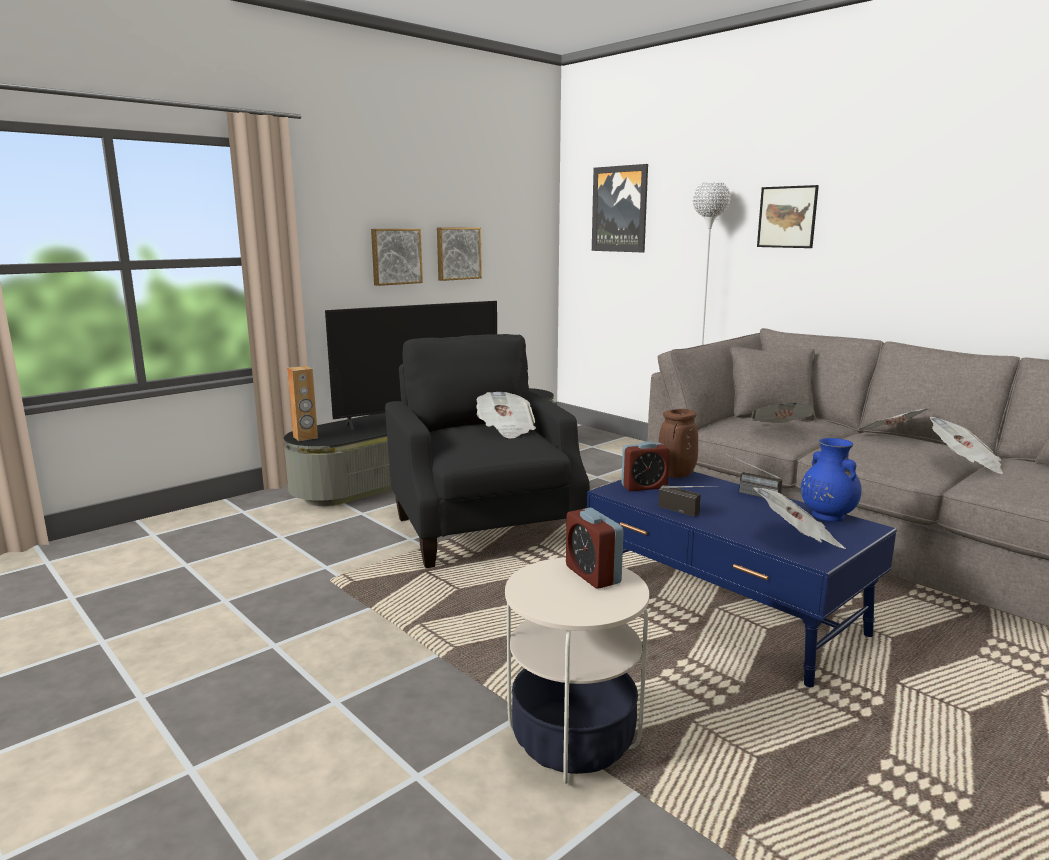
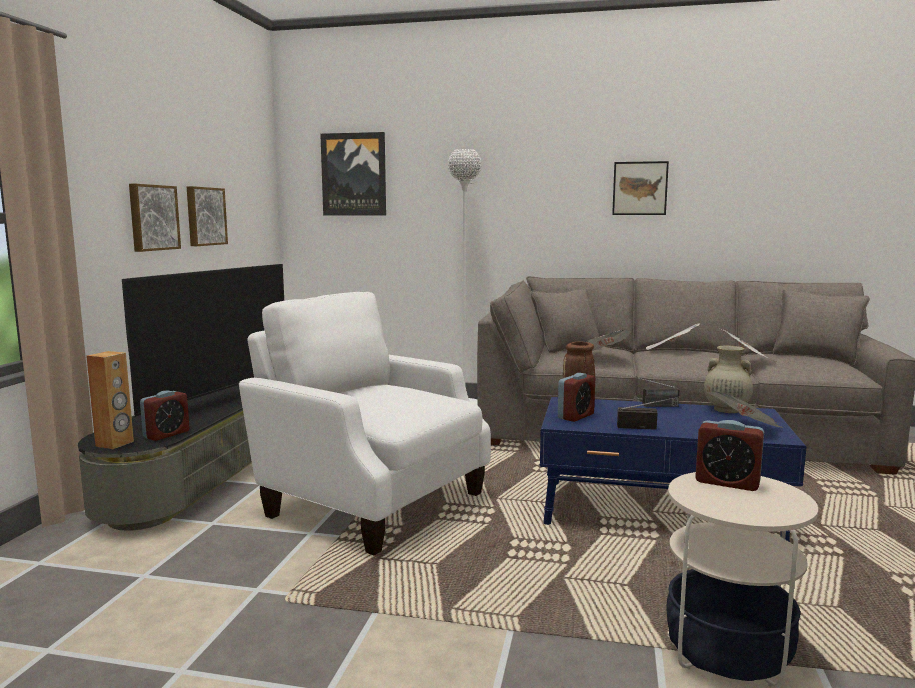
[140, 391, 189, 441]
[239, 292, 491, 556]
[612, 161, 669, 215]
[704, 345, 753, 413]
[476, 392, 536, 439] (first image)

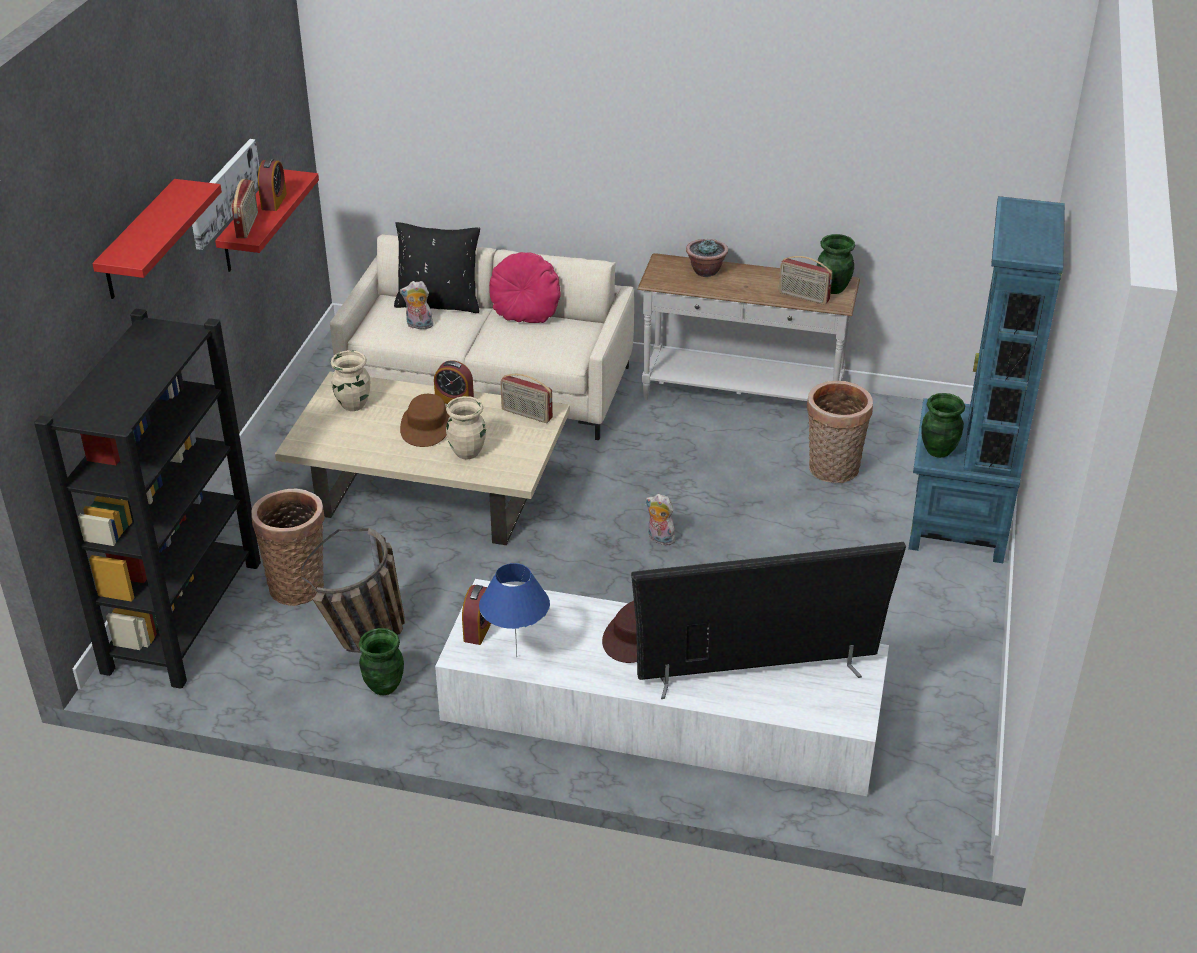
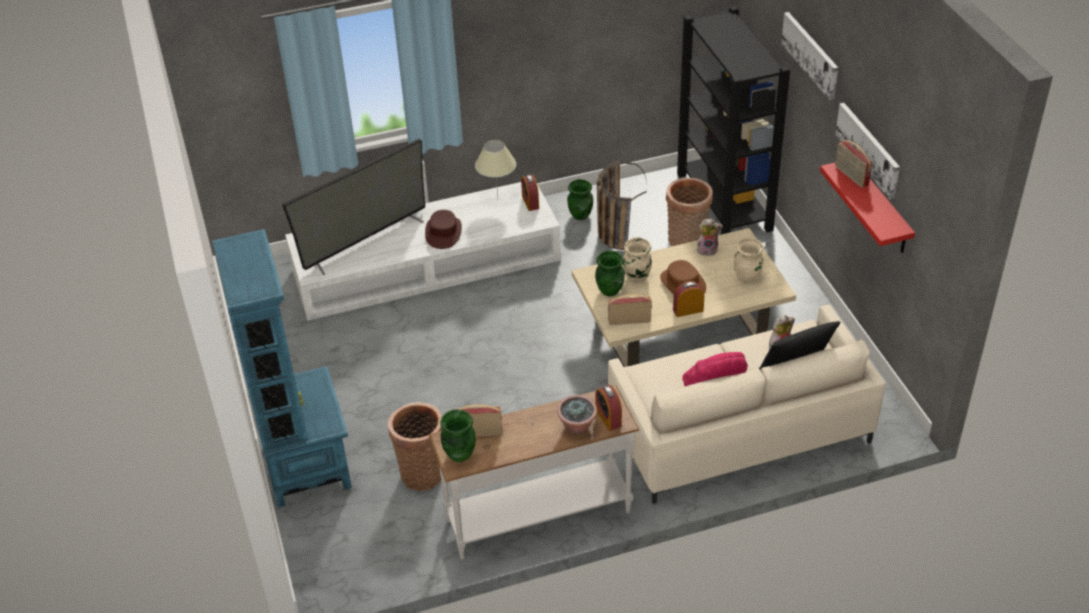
[475, 140, 516, 195]
[595, 251, 625, 296]
[595, 385, 622, 431]
[697, 219, 723, 256]
[781, 12, 838, 100]

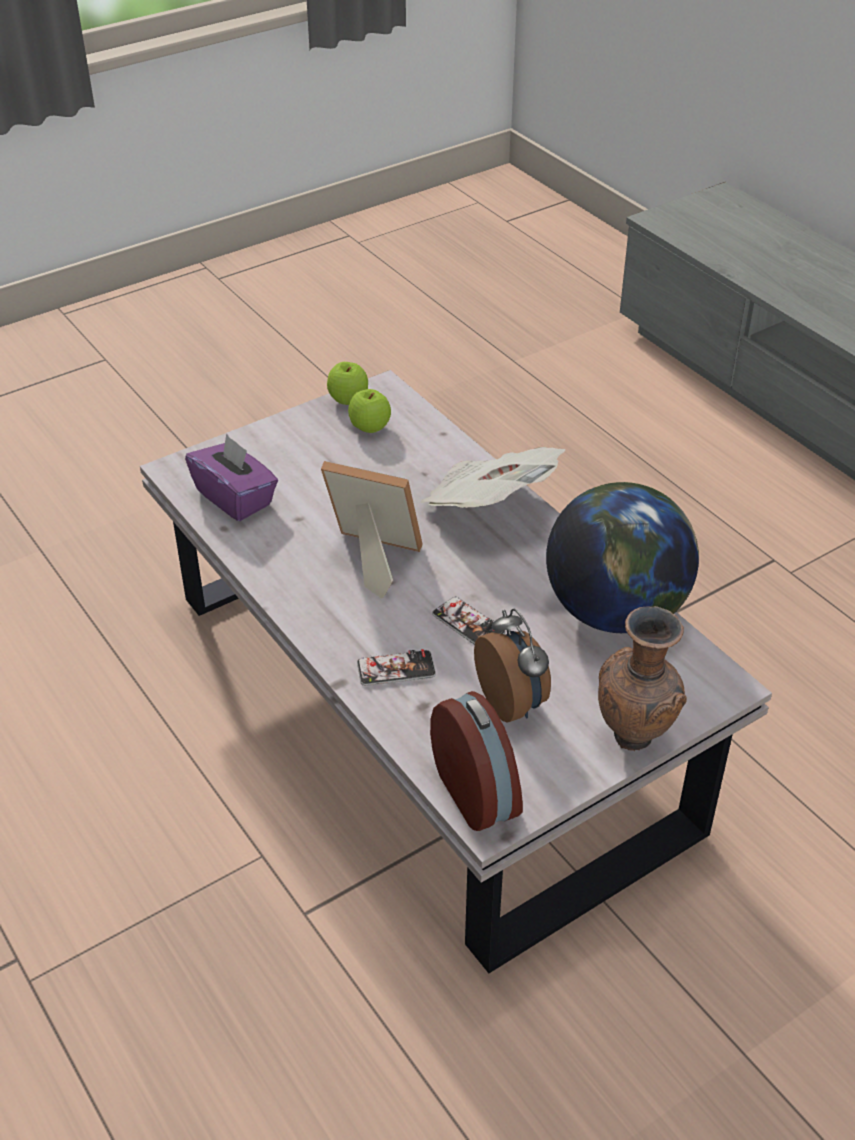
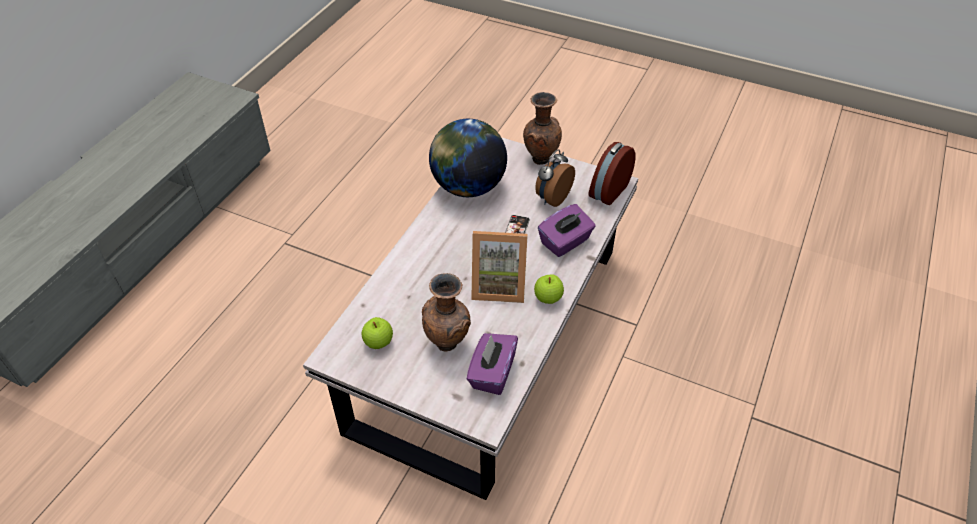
[422, 273, 471, 352]
[471, 231, 528, 303]
[534, 275, 564, 304]
[538, 204, 596, 257]
[420, 447, 566, 508] (first image)

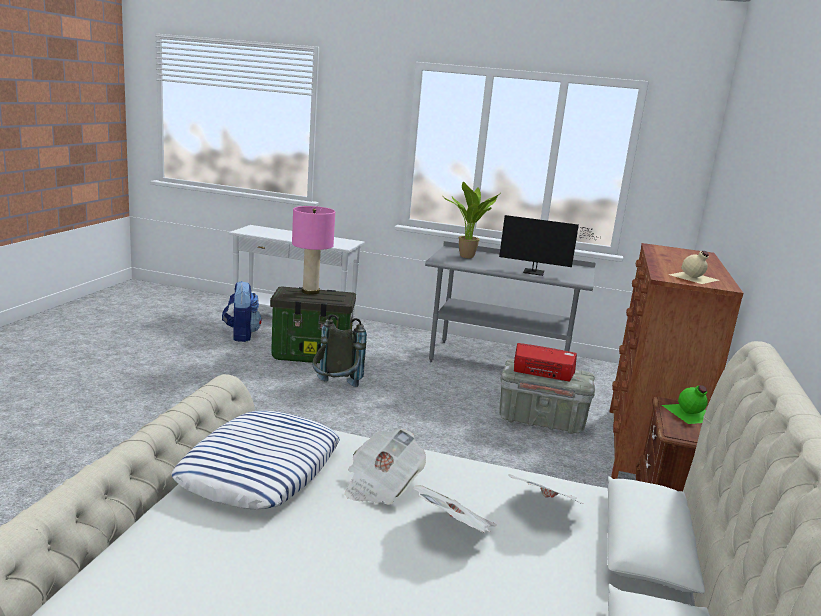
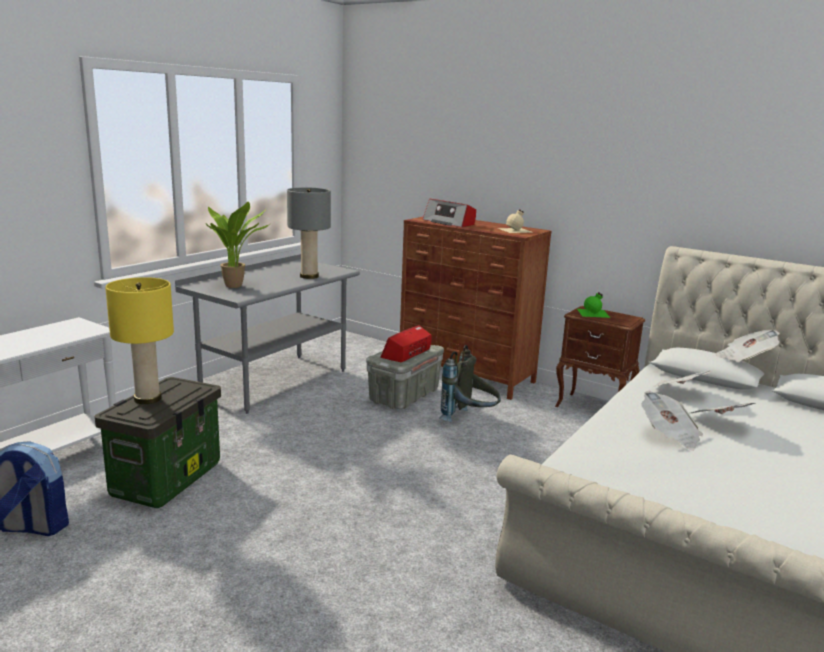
[105, 277, 174, 404]
[287, 187, 331, 279]
[422, 199, 476, 227]
[439, 345, 501, 422]
[716, 330, 780, 362]
[171, 411, 340, 510] (first image)

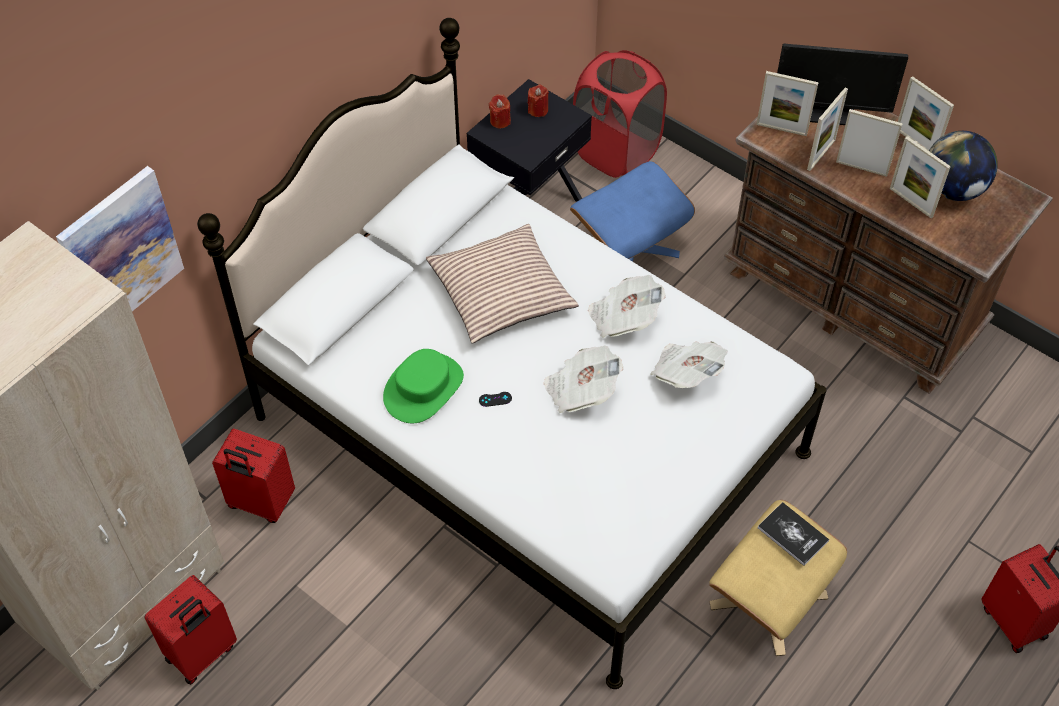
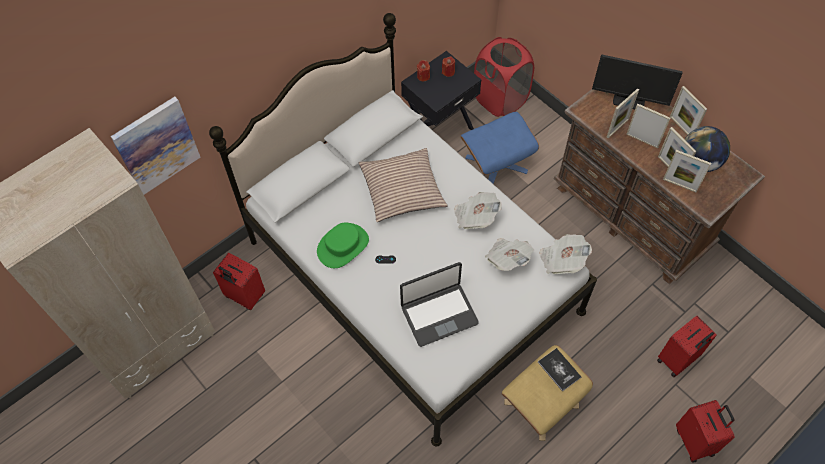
[400, 262, 478, 347]
[539, 234, 592, 274]
[658, 316, 717, 377]
[663, 150, 712, 193]

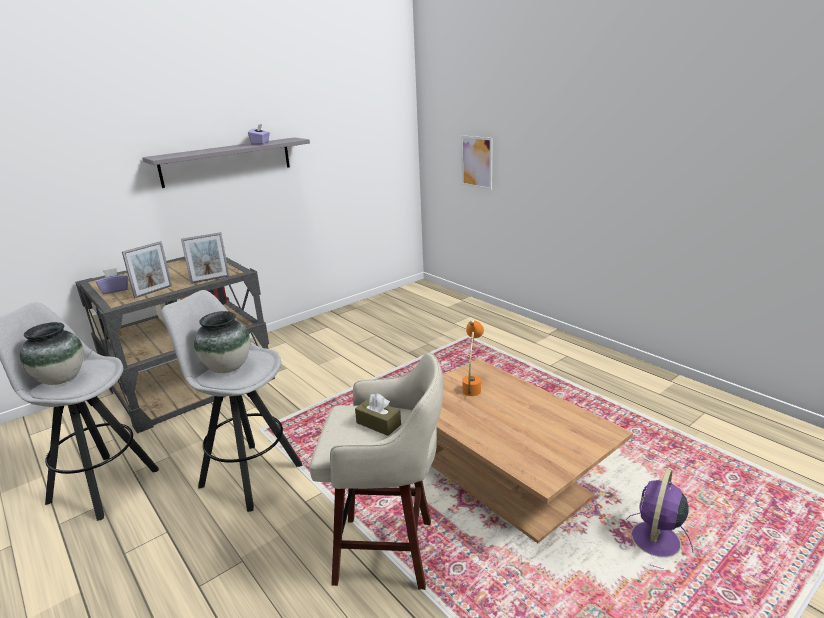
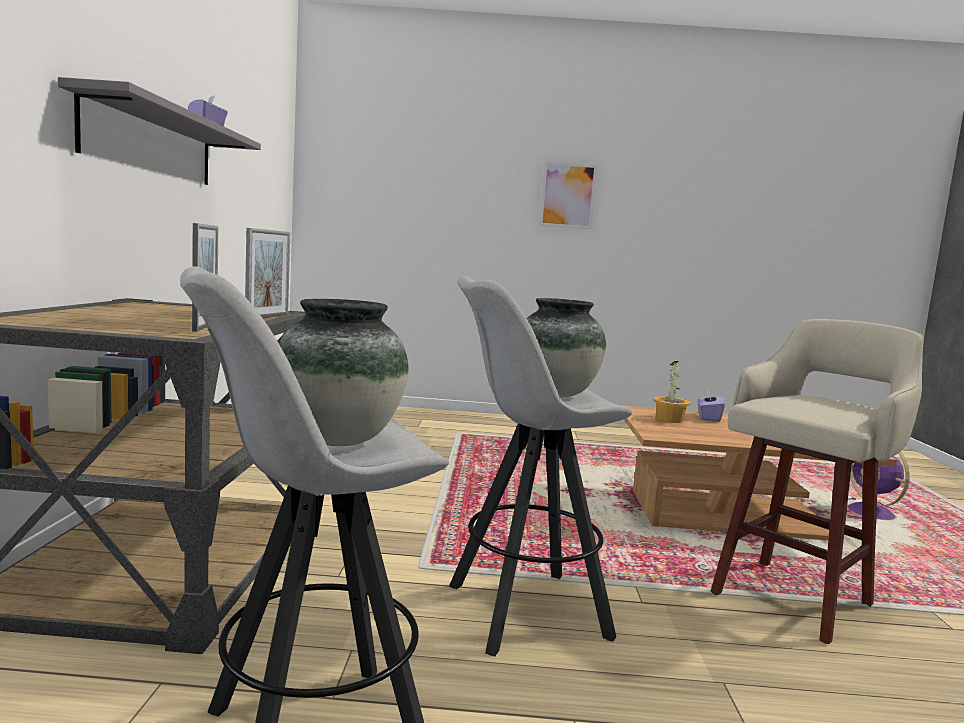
[539, 161, 597, 229]
[653, 361, 690, 423]
[697, 389, 725, 422]
[355, 393, 401, 436] (first image)

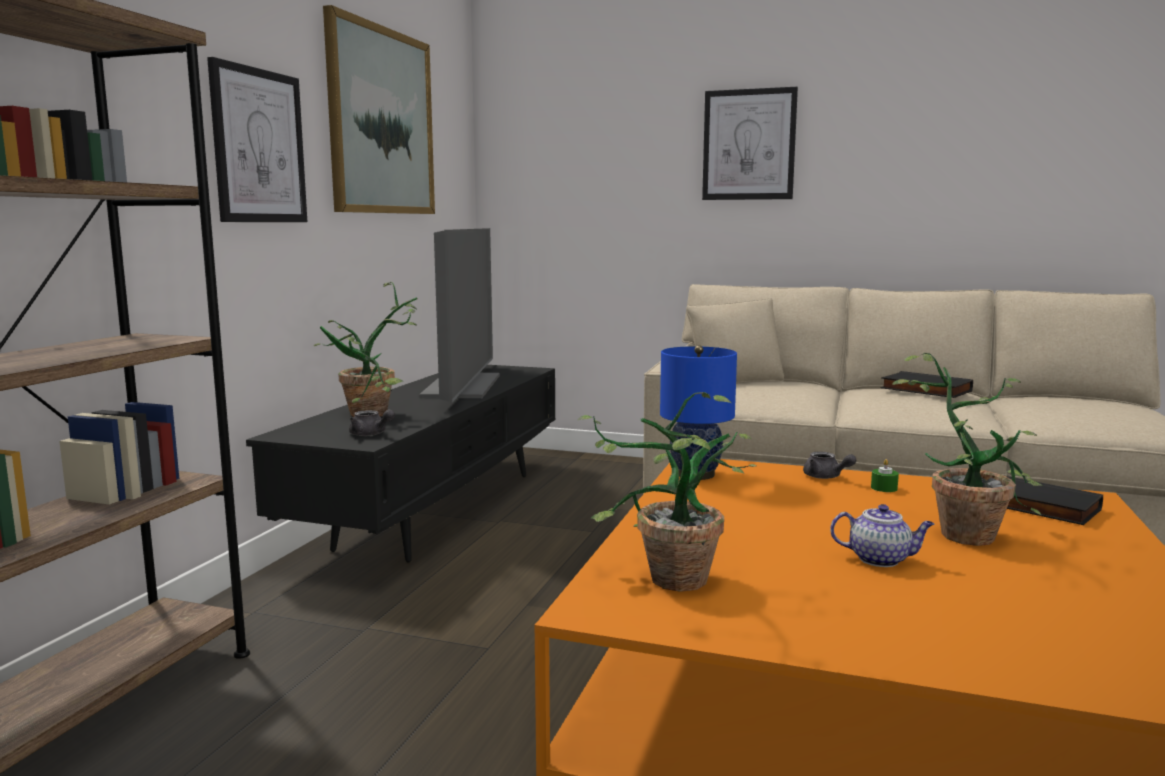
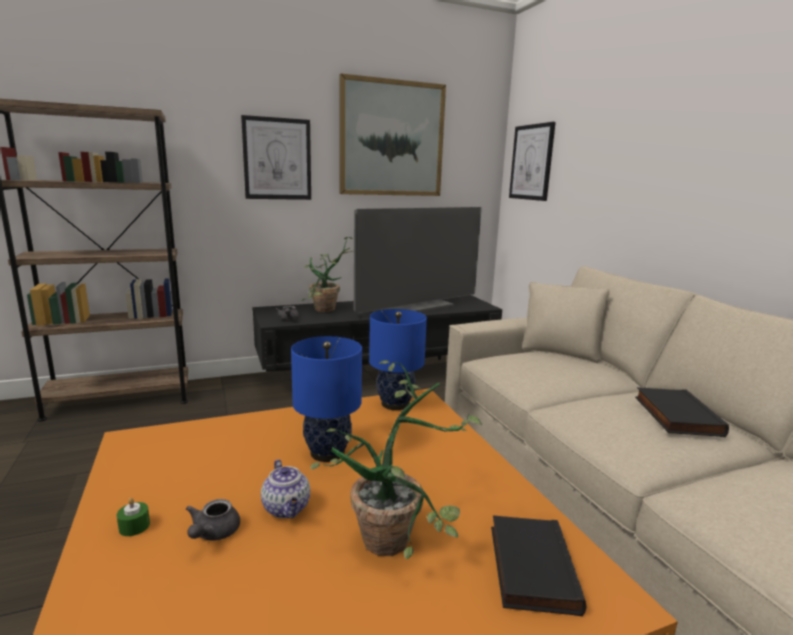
[117, 498, 150, 536]
[186, 499, 240, 541]
[291, 336, 362, 462]
[509, 122, 556, 201]
[577, 392, 757, 592] (first image)

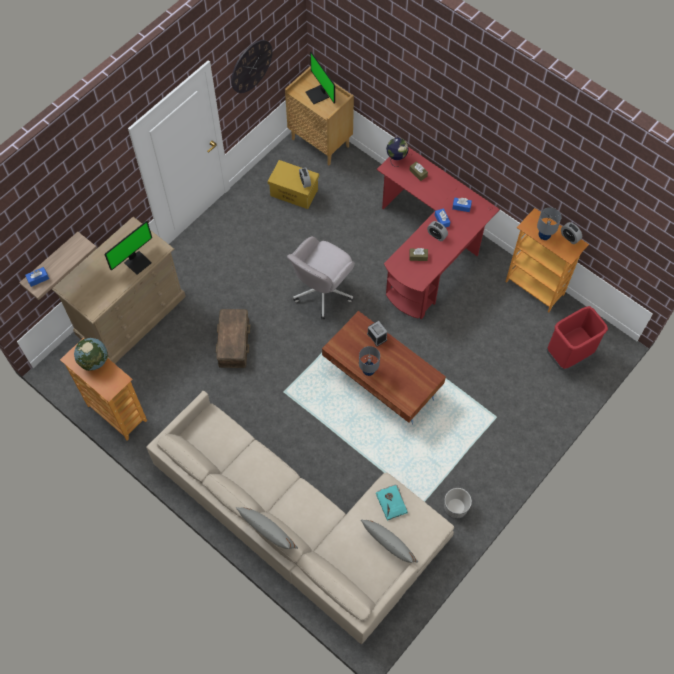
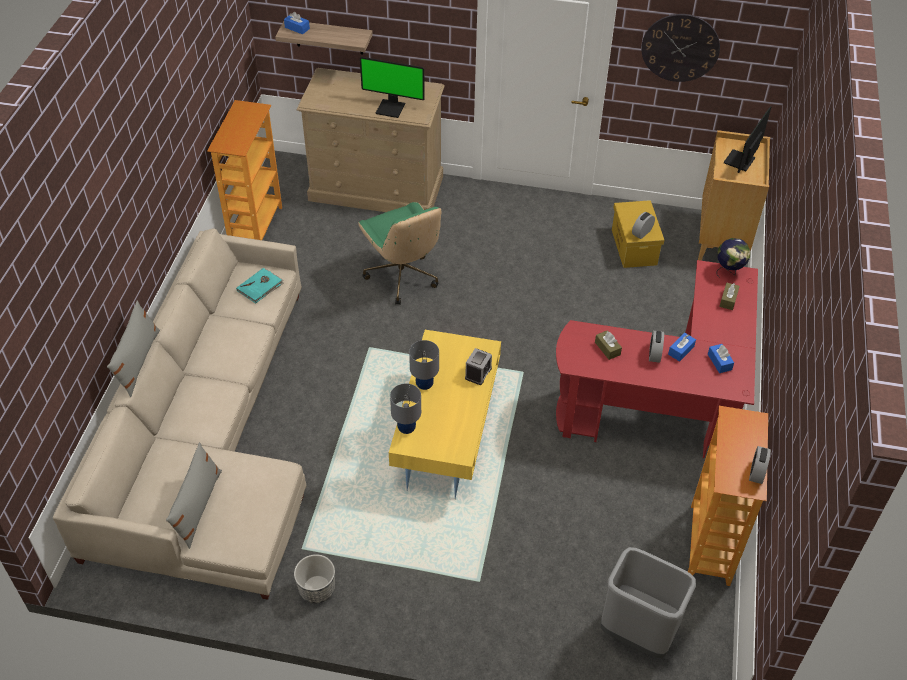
[236, 268, 284, 303]
[358, 202, 441, 305]
[389, 330, 501, 499]
[390, 383, 421, 434]
[600, 547, 696, 658]
[74, 338, 108, 371] (first image)
[287, 236, 355, 319] (first image)

